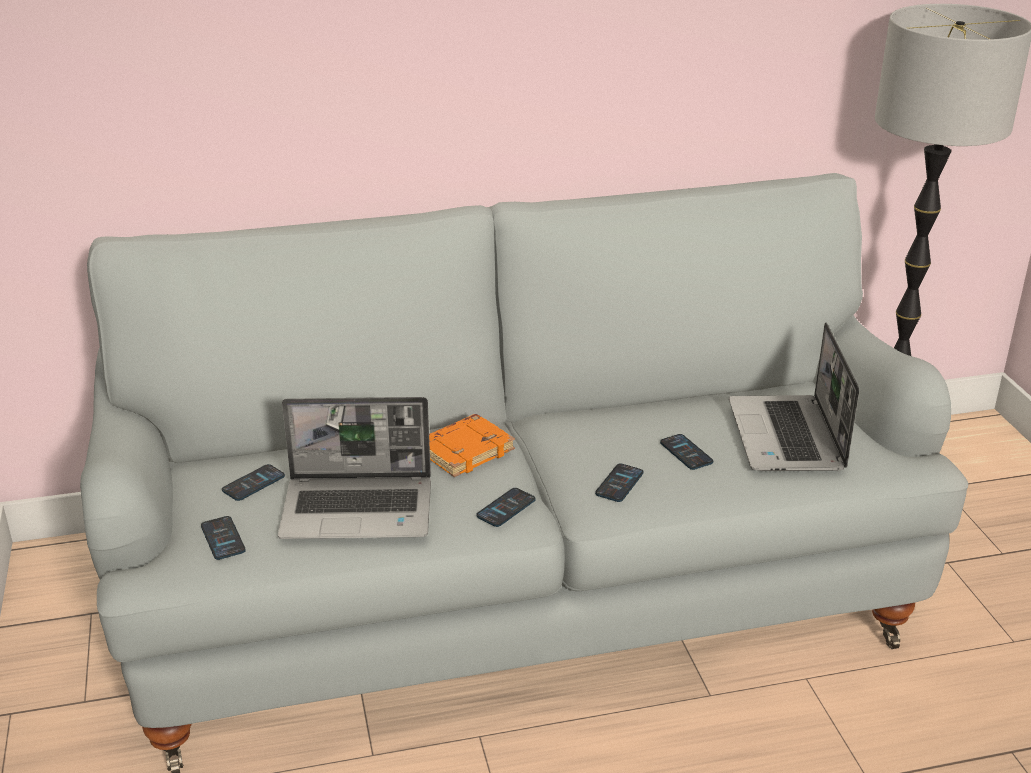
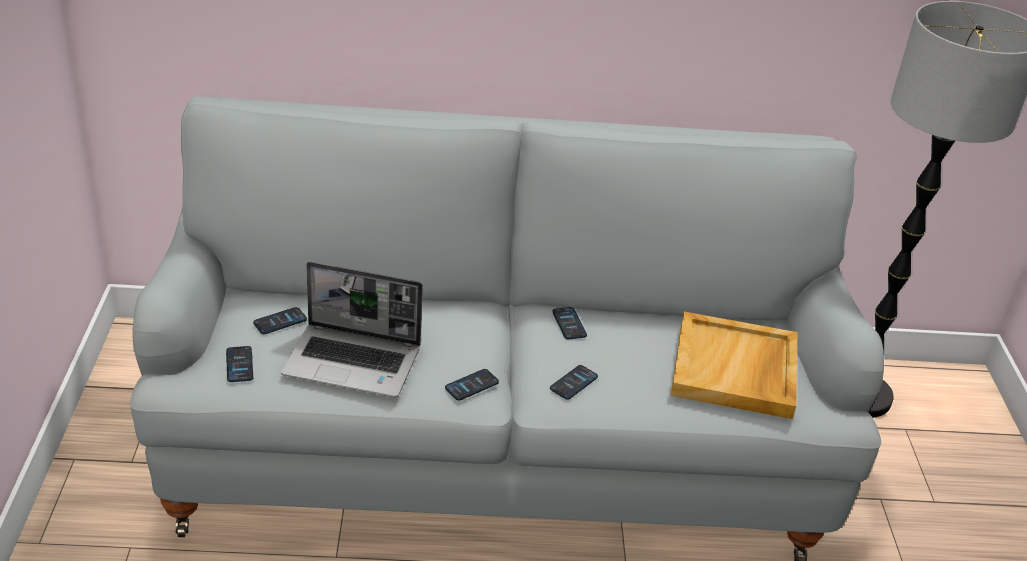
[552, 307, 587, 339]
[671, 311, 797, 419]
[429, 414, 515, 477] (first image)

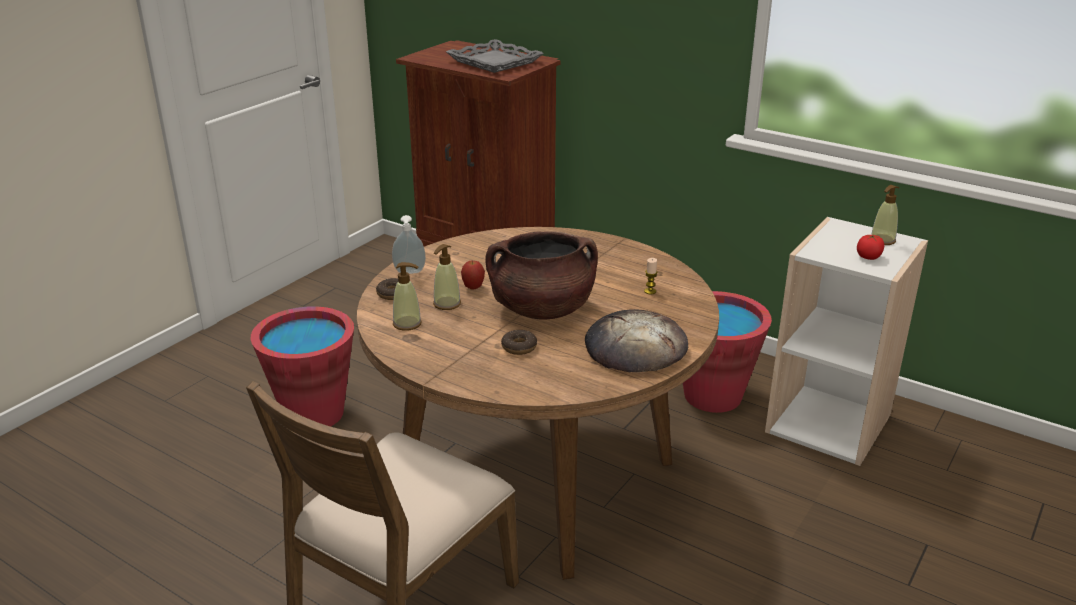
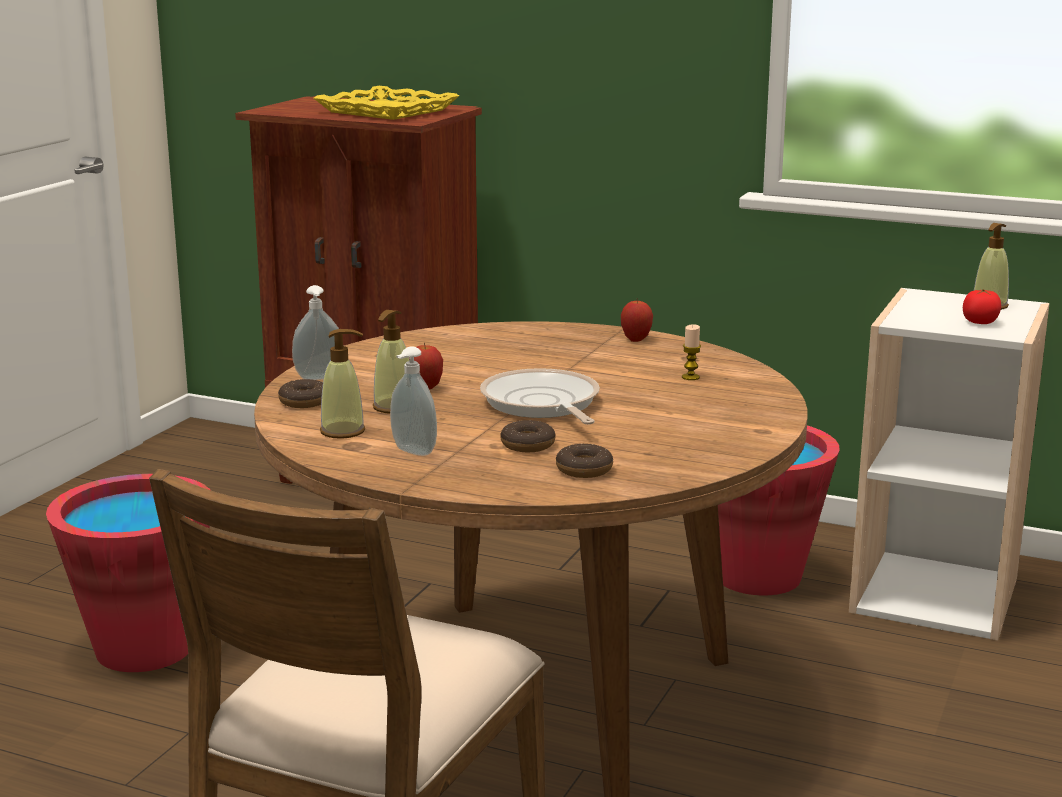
[313, 86, 459, 120]
[390, 346, 437, 456]
[480, 368, 600, 424]
[556, 443, 613, 478]
[621, 300, 653, 342]
[585, 309, 688, 372] (first image)

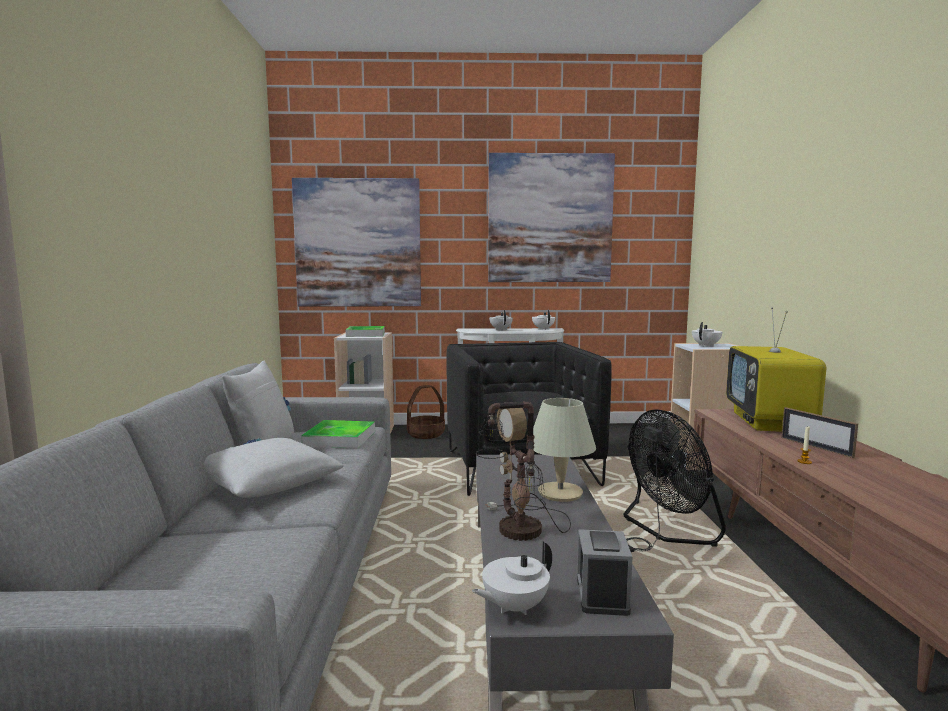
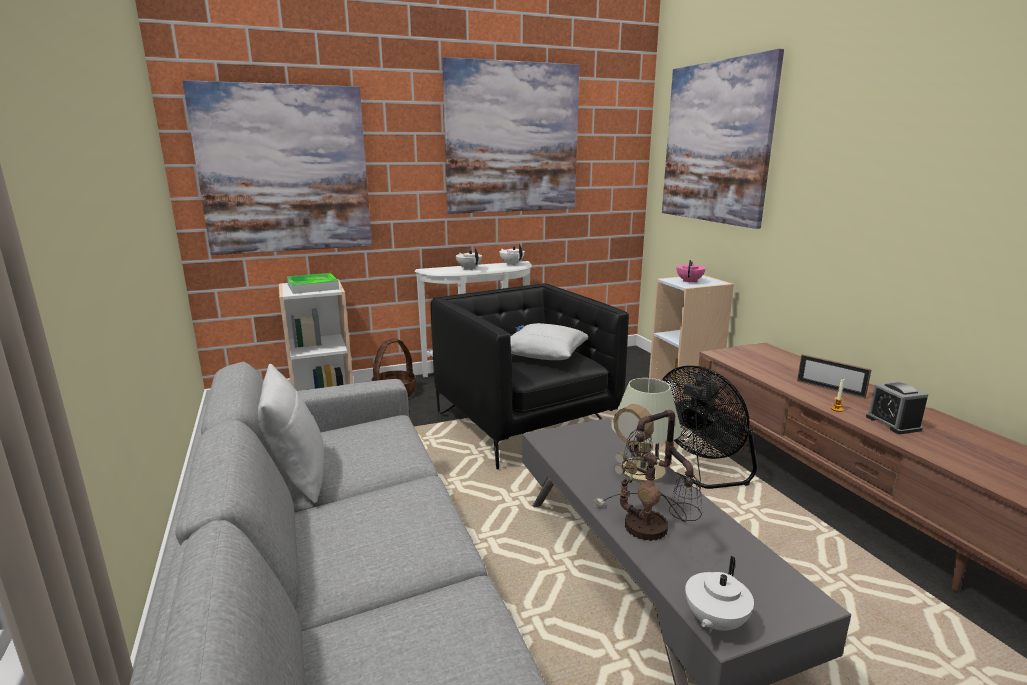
[510, 323, 588, 360]
[662, 49, 784, 229]
[676, 260, 706, 283]
[866, 382, 928, 434]
[301, 420, 375, 448] (first image)
[726, 307, 826, 432] (first image)

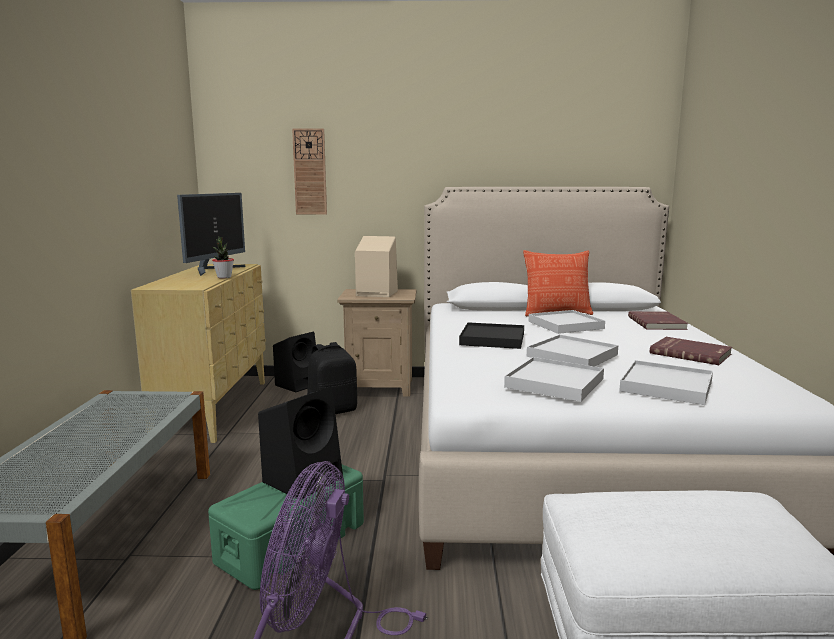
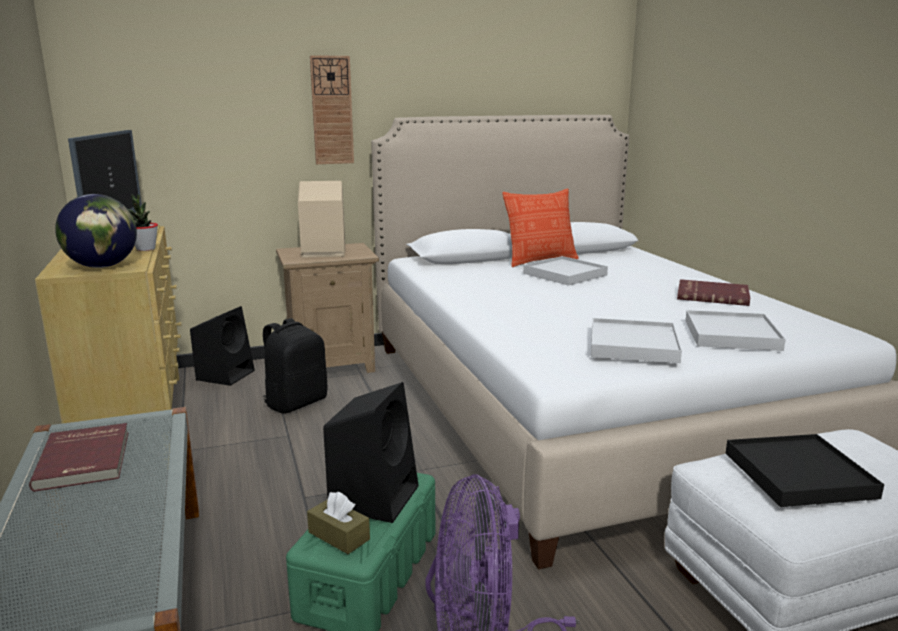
[29, 423, 128, 492]
[55, 194, 137, 268]
[307, 491, 370, 554]
[310, 55, 354, 164]
[726, 434, 884, 507]
[527, 334, 618, 367] (first image)

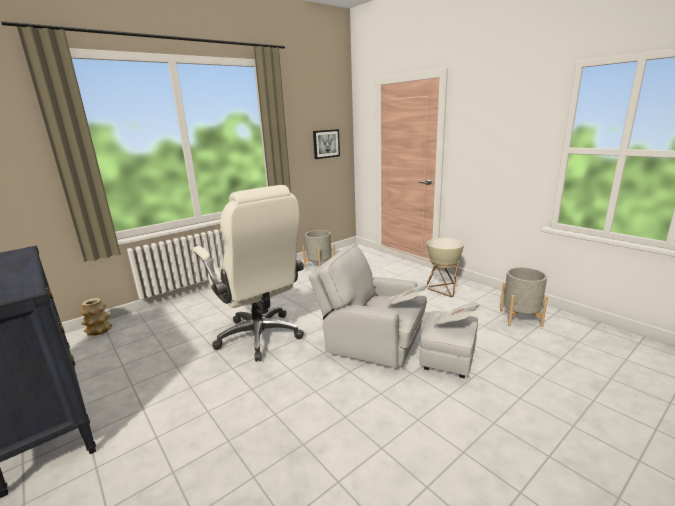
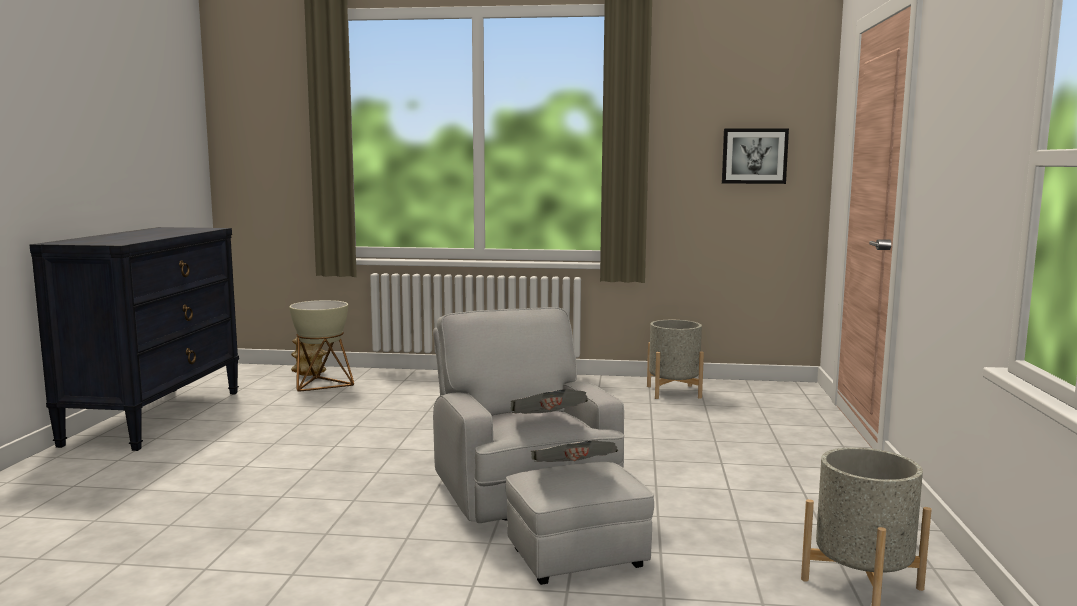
[289, 300, 354, 392]
[193, 185, 304, 362] (first image)

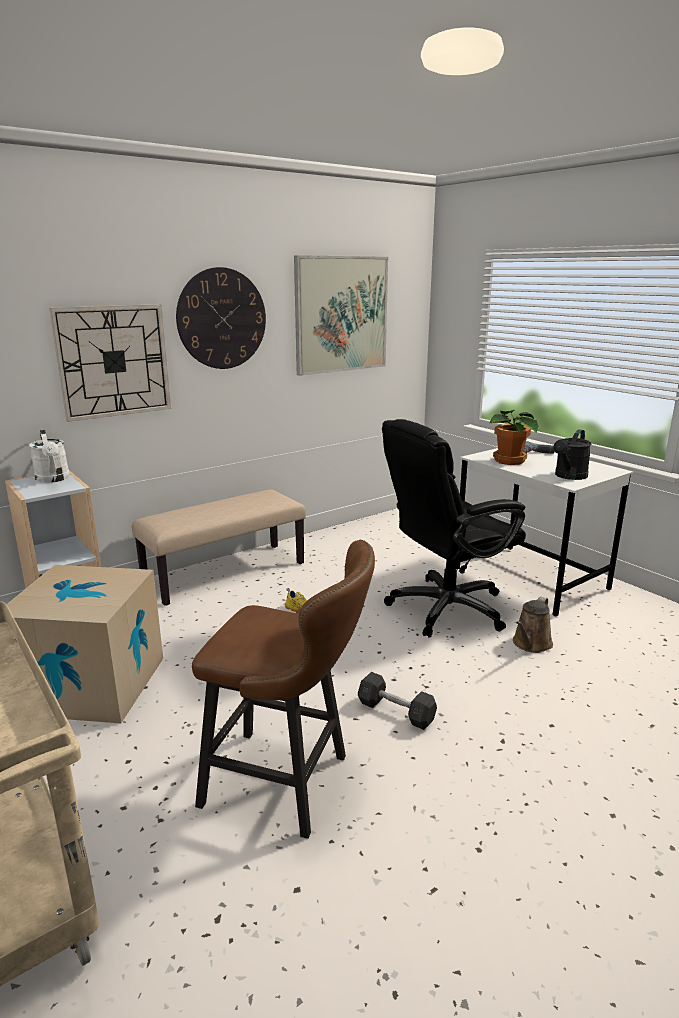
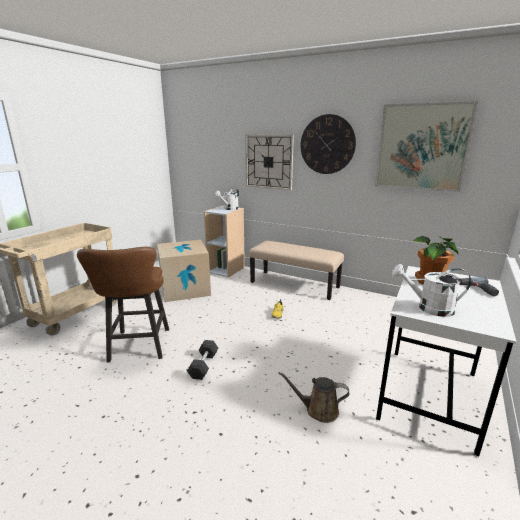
[392, 264, 471, 317]
[382, 419, 526, 638] (first image)

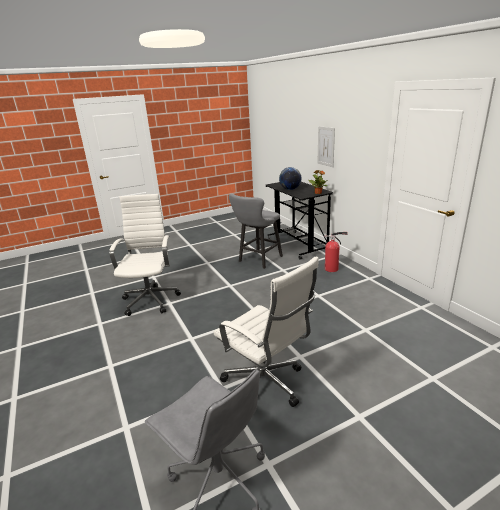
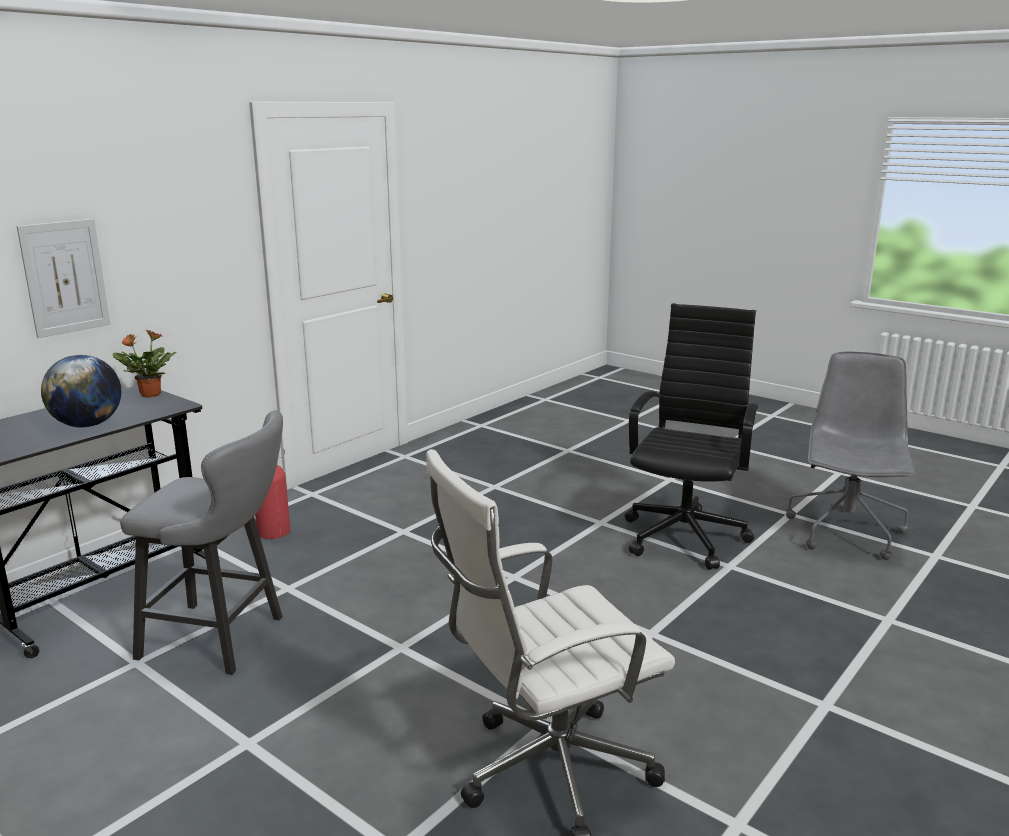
[625, 303, 758, 570]

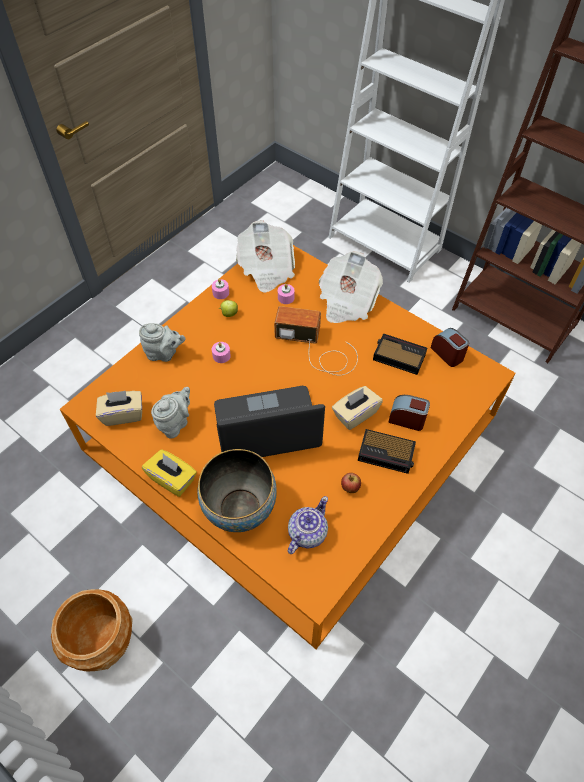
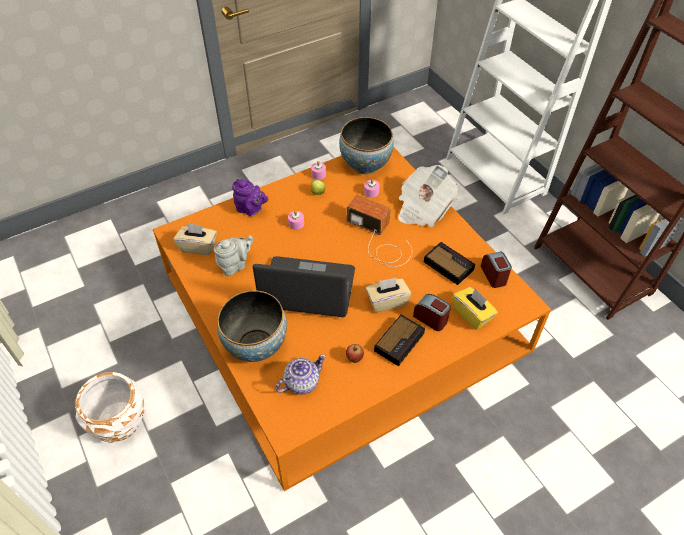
[75, 372, 145, 443]
[232, 179, 268, 216]
[339, 117, 394, 174]
[374, 315, 425, 366]
[452, 287, 498, 330]

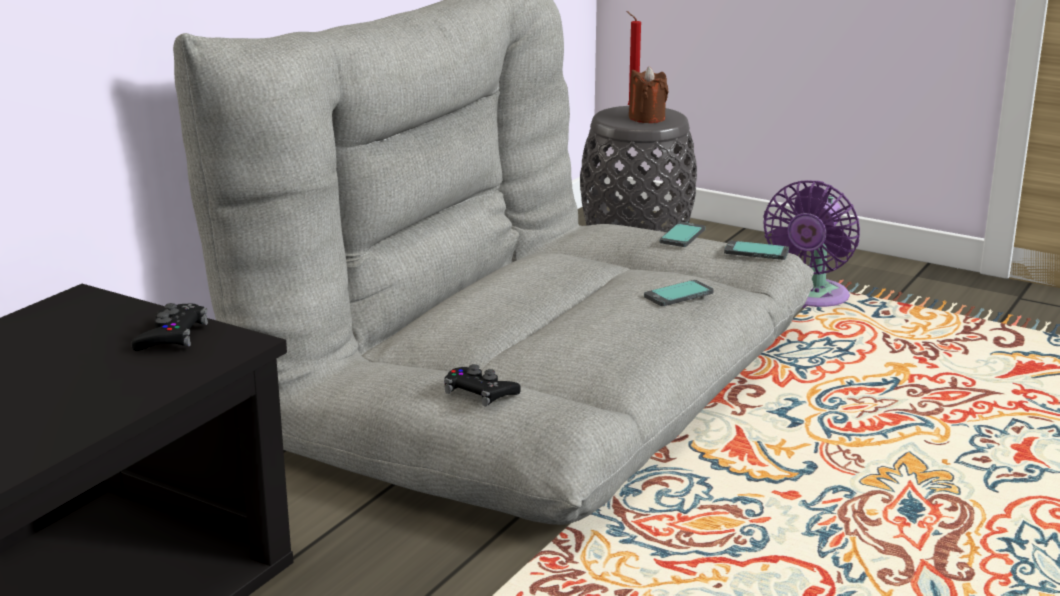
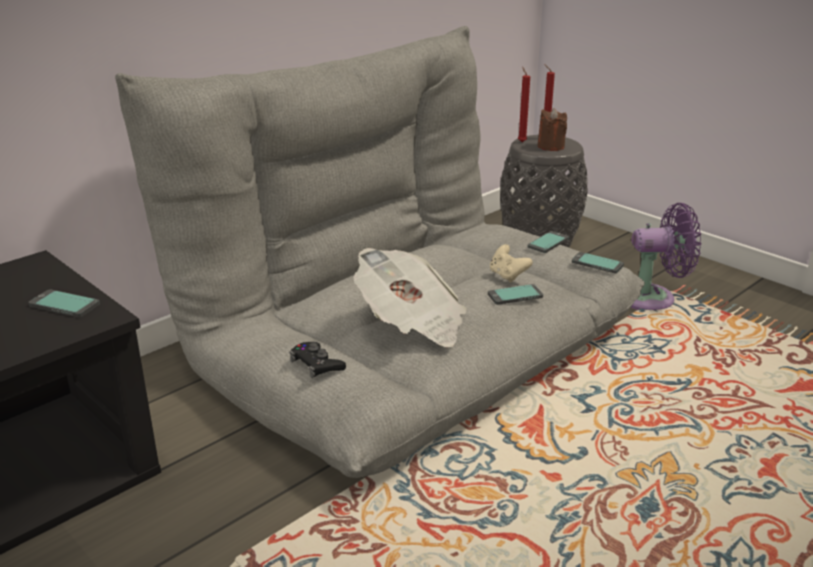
[28, 289, 100, 317]
[353, 248, 467, 347]
[490, 244, 533, 283]
[518, 67, 530, 142]
[631, 203, 701, 310]

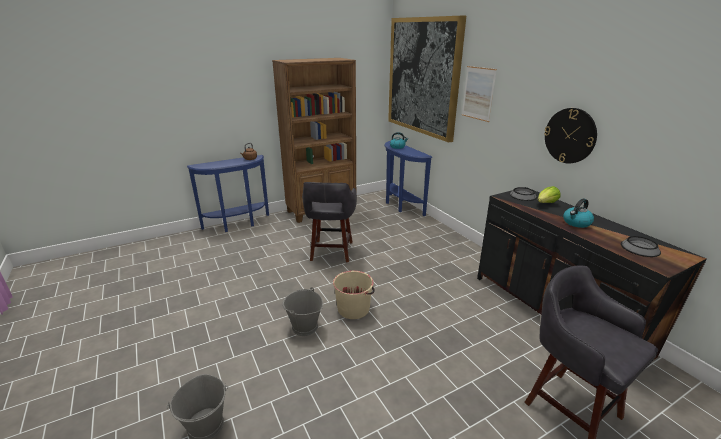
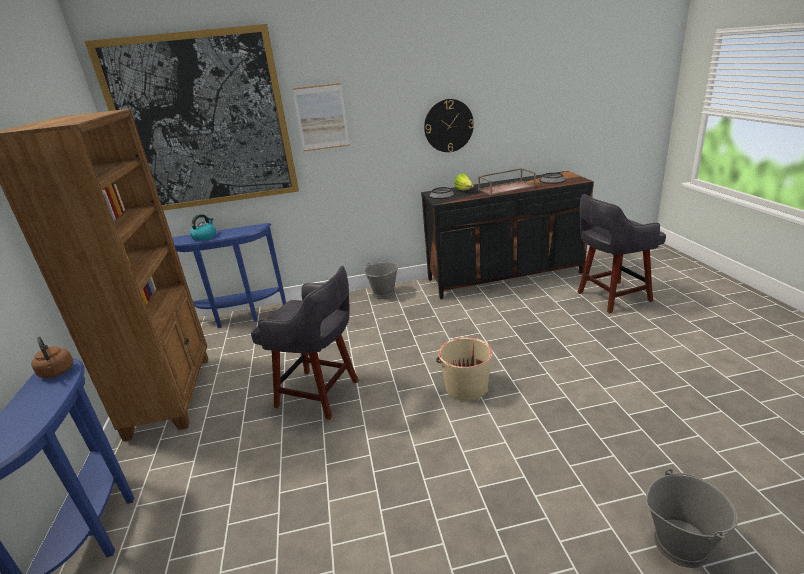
[364, 262, 398, 299]
[478, 168, 536, 196]

